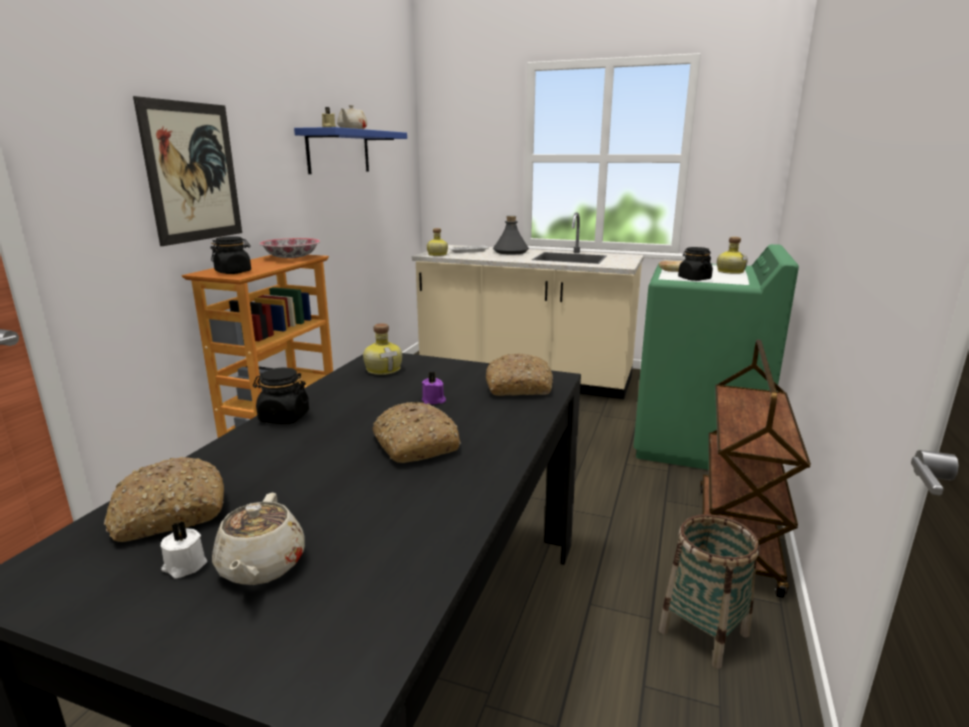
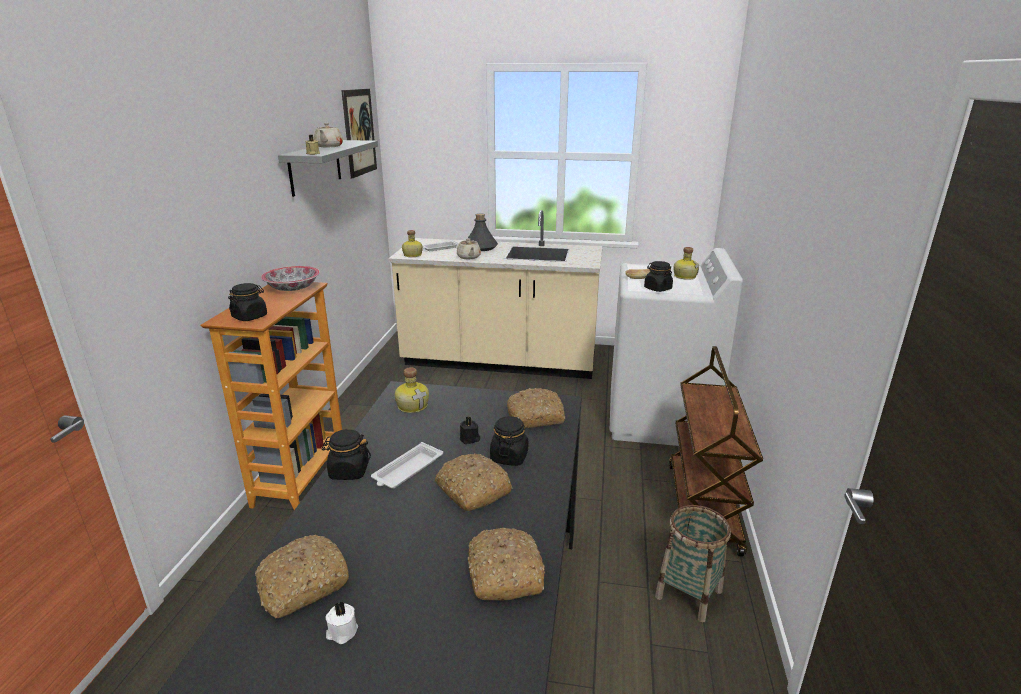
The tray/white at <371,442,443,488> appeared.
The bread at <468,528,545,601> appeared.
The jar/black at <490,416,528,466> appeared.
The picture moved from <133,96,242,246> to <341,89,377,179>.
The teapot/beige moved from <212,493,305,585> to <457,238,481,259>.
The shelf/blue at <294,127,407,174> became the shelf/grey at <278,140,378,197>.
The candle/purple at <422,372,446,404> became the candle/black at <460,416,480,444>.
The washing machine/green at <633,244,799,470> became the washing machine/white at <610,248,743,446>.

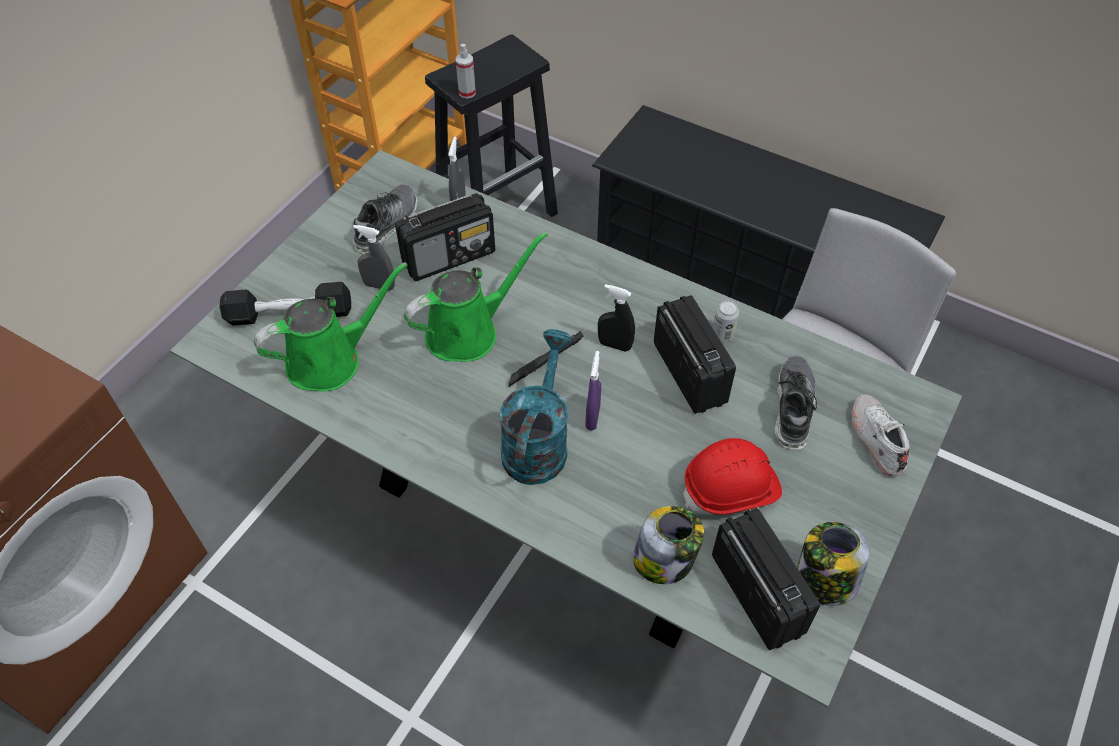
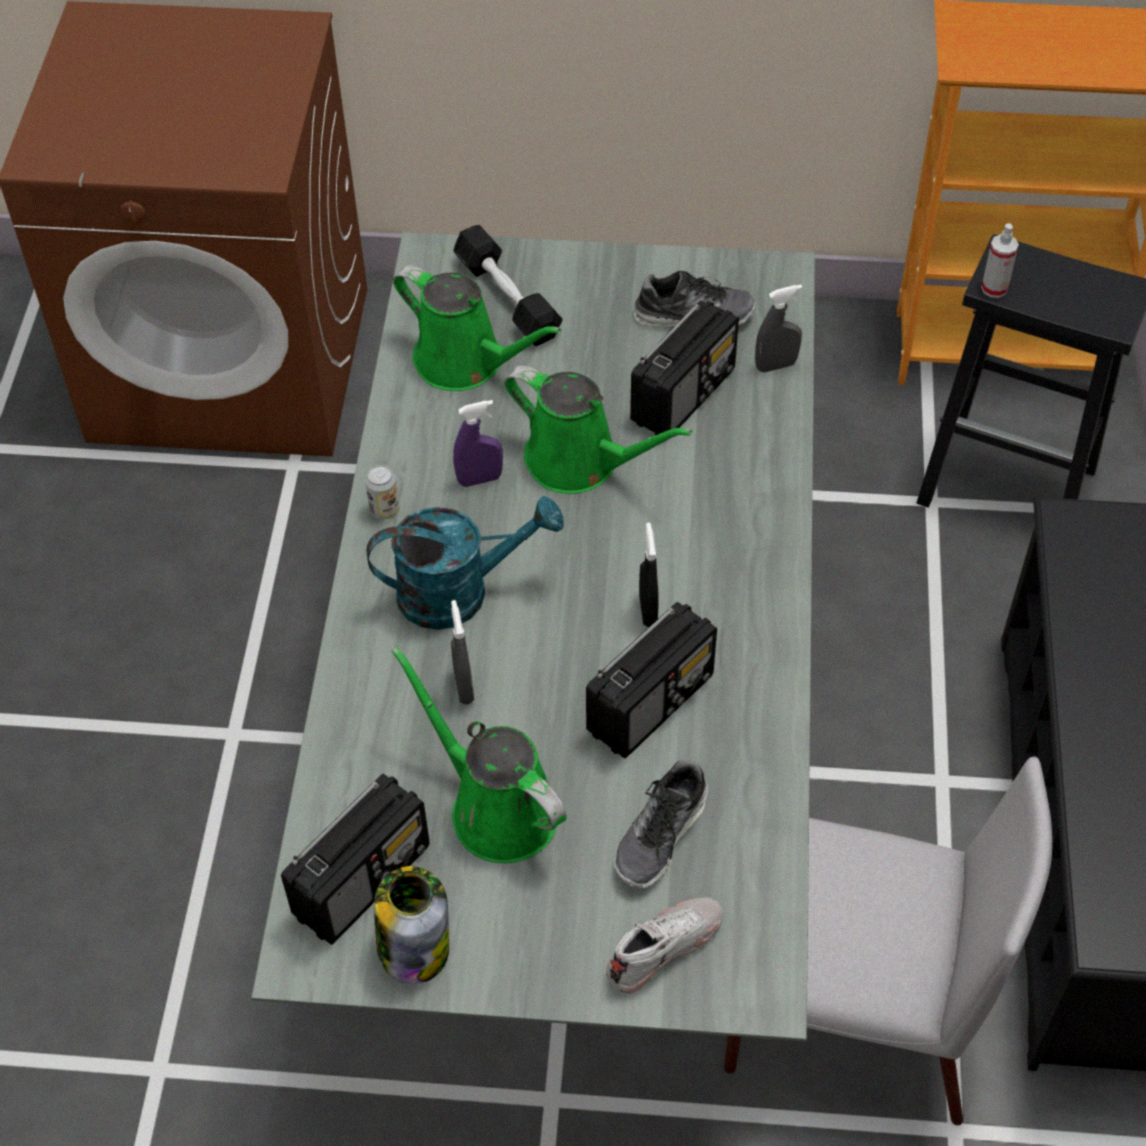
The flashlight/black at <509,331,584,387> disappeared.
The jar at <633,506,704,584> disappeared.
The spray bottle/grey moved from <353,225,395,291> to <451,600,474,704>.
The spray bottle/purple moved from <585,351,601,430> to <453,400,503,487>.
The can moved from <713,300,739,341> to <365,465,399,519>.
The hard hat/red at <684,438,782,515> was replaced by the watering can/green at <391,646,567,863>.
The radio at <395,193,495,281> turned 90 degrees counterclockwise.
The shoe at <775,356,817,450> turned 135 degrees clockwise.

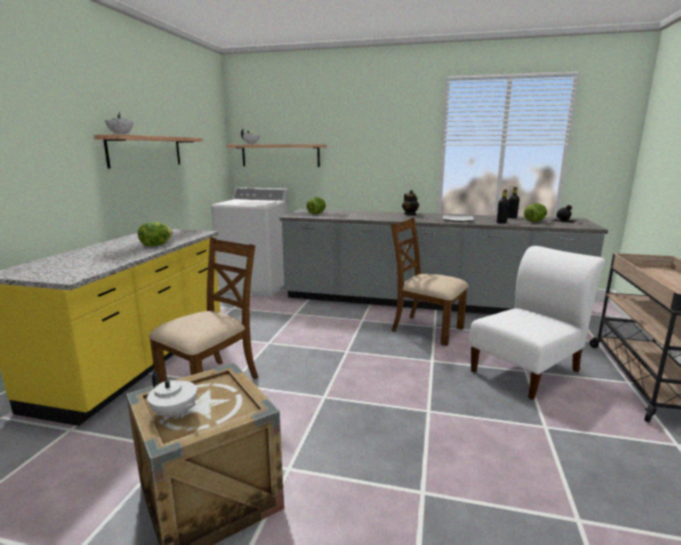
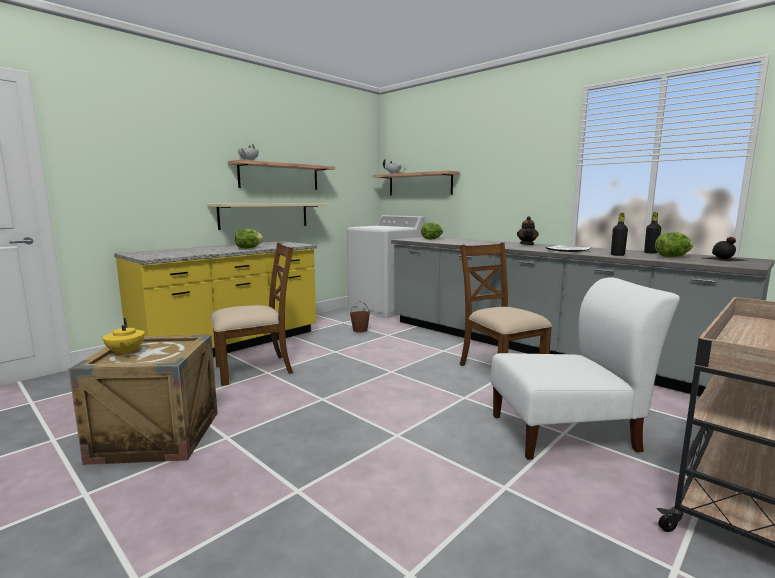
The shelf/beige at <207,203,328,230> appeared.
The bucket/brown at <350,301,370,333> appeared.
The teapot/white at <147,371,197,420> became the teapot/yellow at <103,318,145,356>.

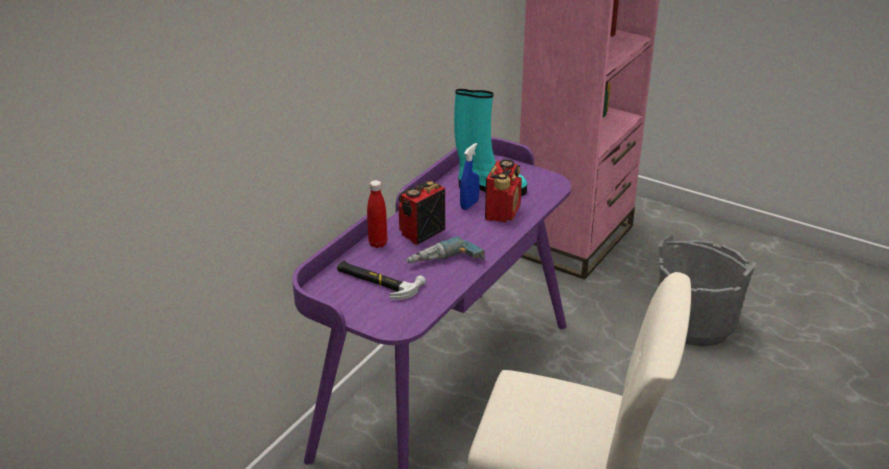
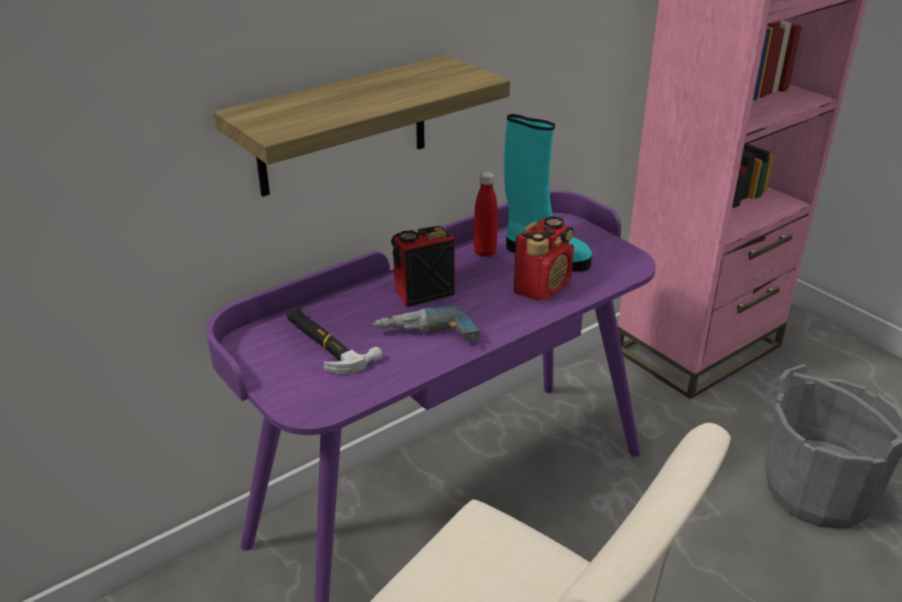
The spray bottle/blue at <460,143,480,210> disappeared.
The shelf at <214,55,510,197> appeared.
The bottle/red moved from <367,180,387,248> to <474,172,498,257>.

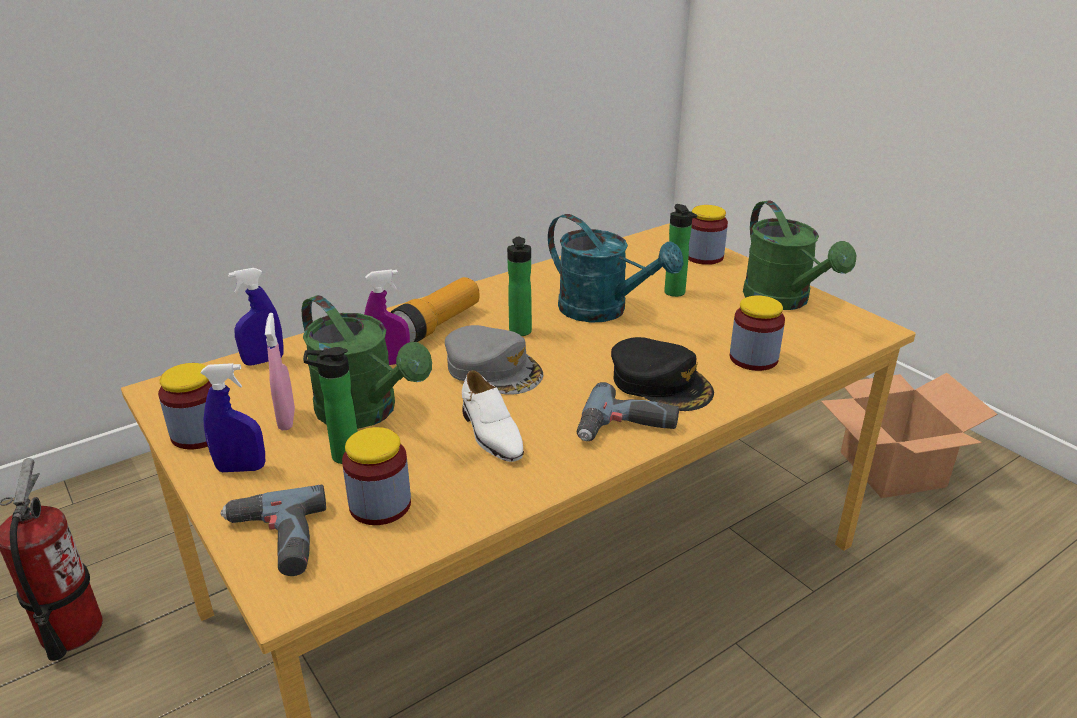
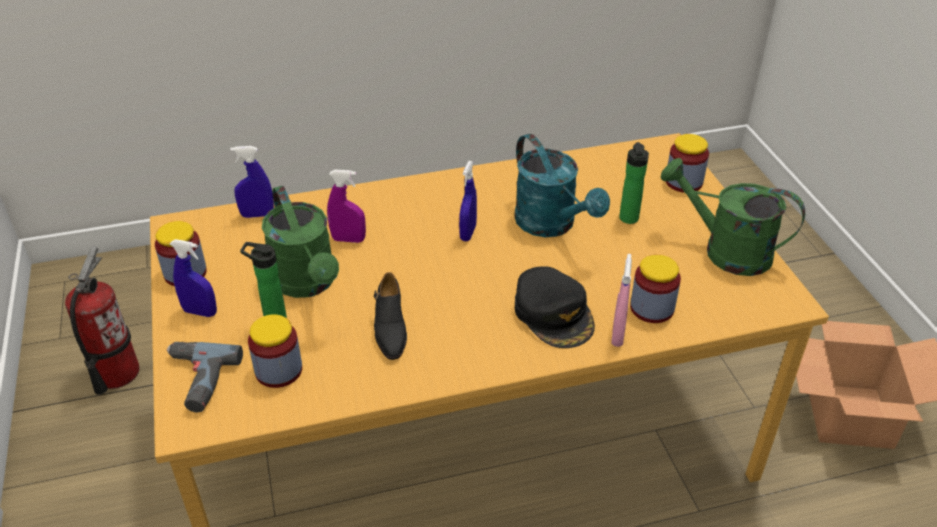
The flashlight at <391,277,479,342> disappeared.
The cap/grey at <445,325,543,395> disappeared.
The power drill at <577,382,679,441> disappeared.
The spray bottle/pink moved from <265,313,295,430> to <611,254,632,347>.
The bottle at <507,236,532,336> was replaced by the spray bottle/blue at <459,161,477,241>.
The shoe/white at <462,370,524,462> became the shoe/black at <374,272,407,360>.
The watering can/green at <743,200,857,310> turned 120 degrees clockwise.

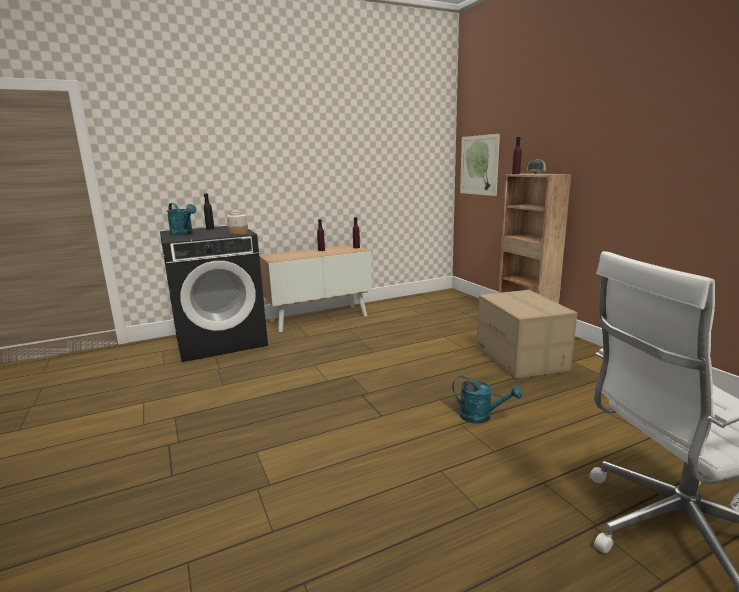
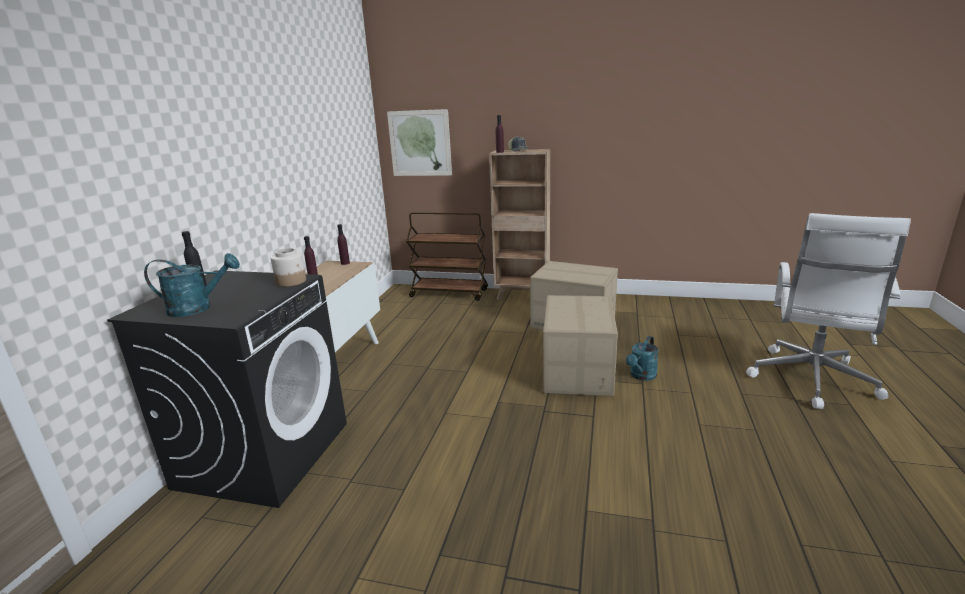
The cart/brown at <406,212,488,301> appeared.
The cardboard box at <543,295,618,396> appeared.
The watering can/turquoise at <452,376,522,424> turned 150 degrees clockwise.

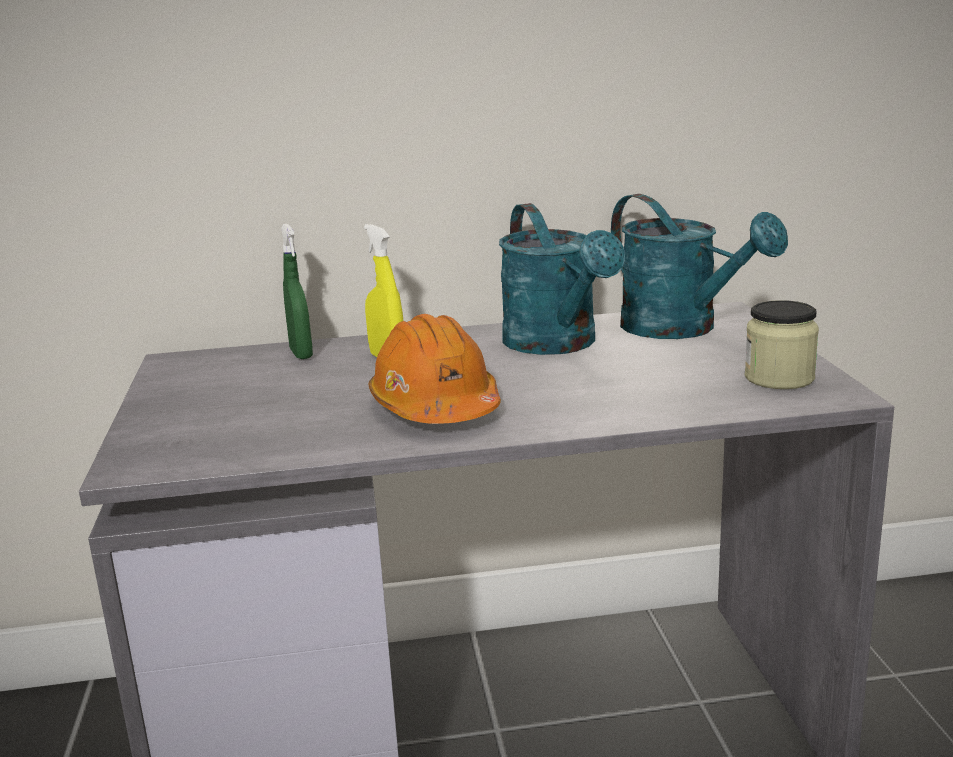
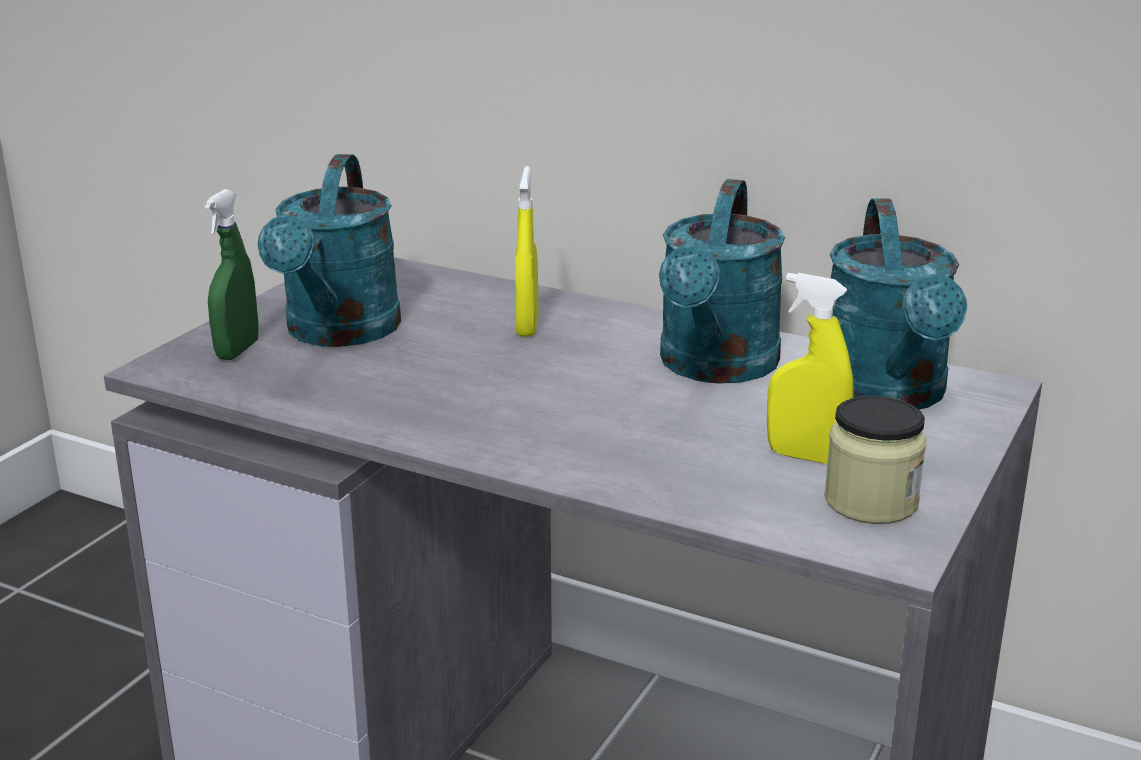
The hard hat/orange at <368,314,501,424> disappeared.
The watering can/turquoise at <258,154,401,347> appeared.
The spray bottle/yellow at <767,273,854,464> appeared.
The spray bottle/green moved from <281,224,313,359> to <204,189,259,360>.

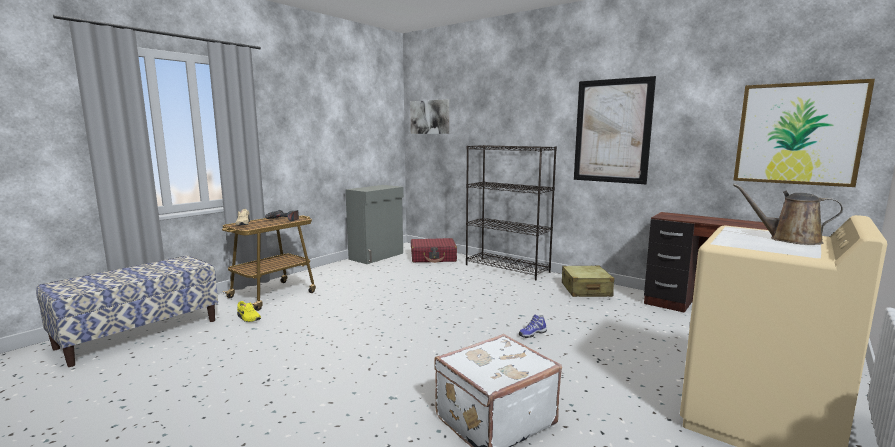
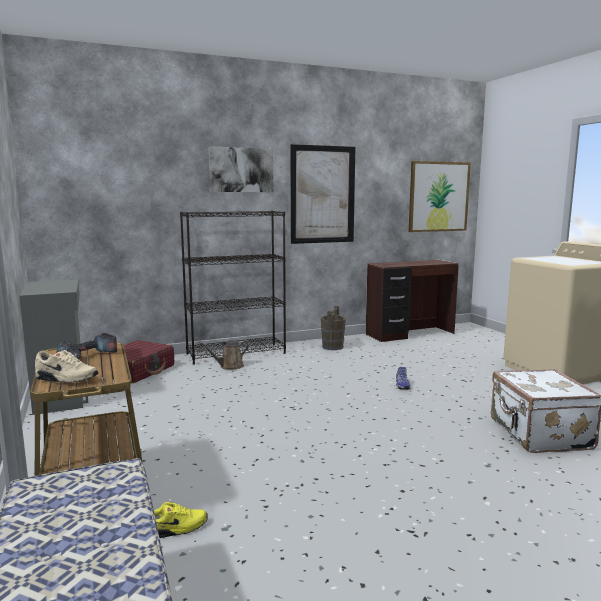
The picture moved from <410,99,449,134> to <209,146,273,192>.
The watering can/brown moved from <733,184,843,245> to <199,340,248,369>.
The suitcase/beige at <562,265,614,297> was replaced by the bucket/brown at <321,306,346,350>.

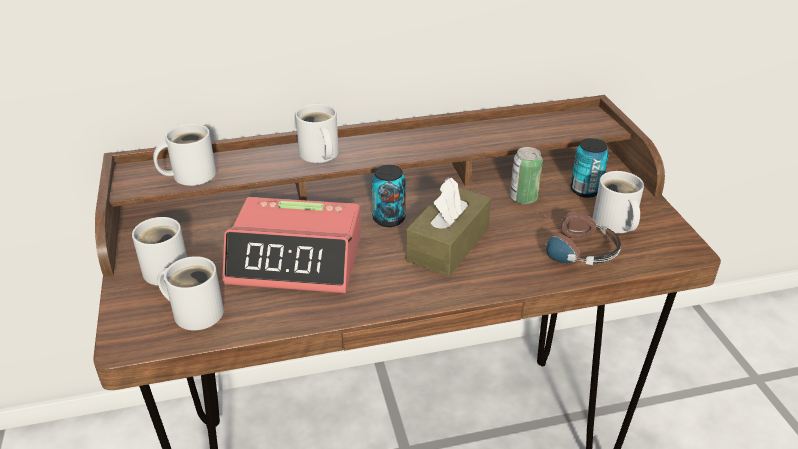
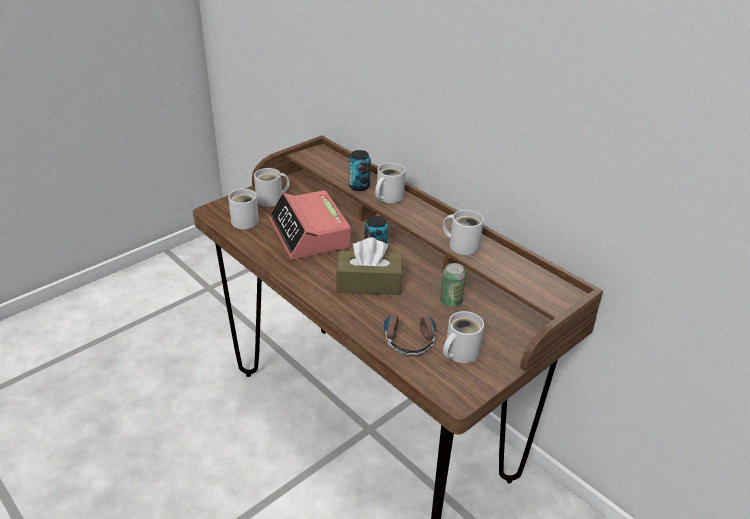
The mug/white moved from <153,123,216,186> to <443,210,484,255>.
The can moved from <570,138,609,198> to <349,150,371,191>.

